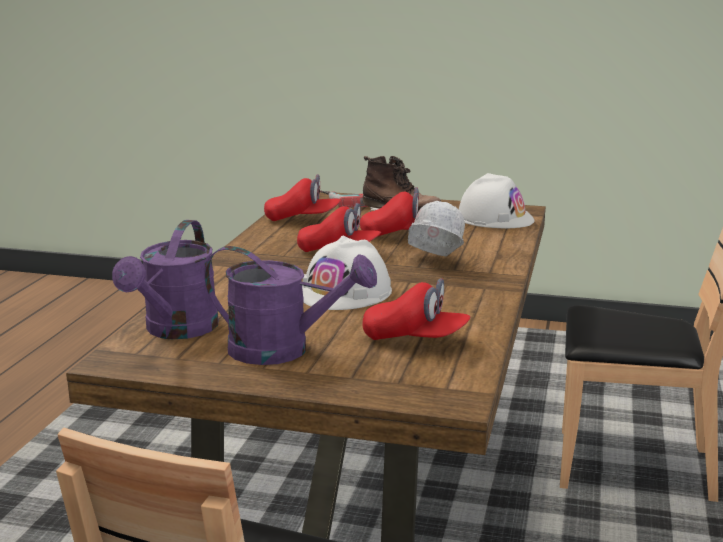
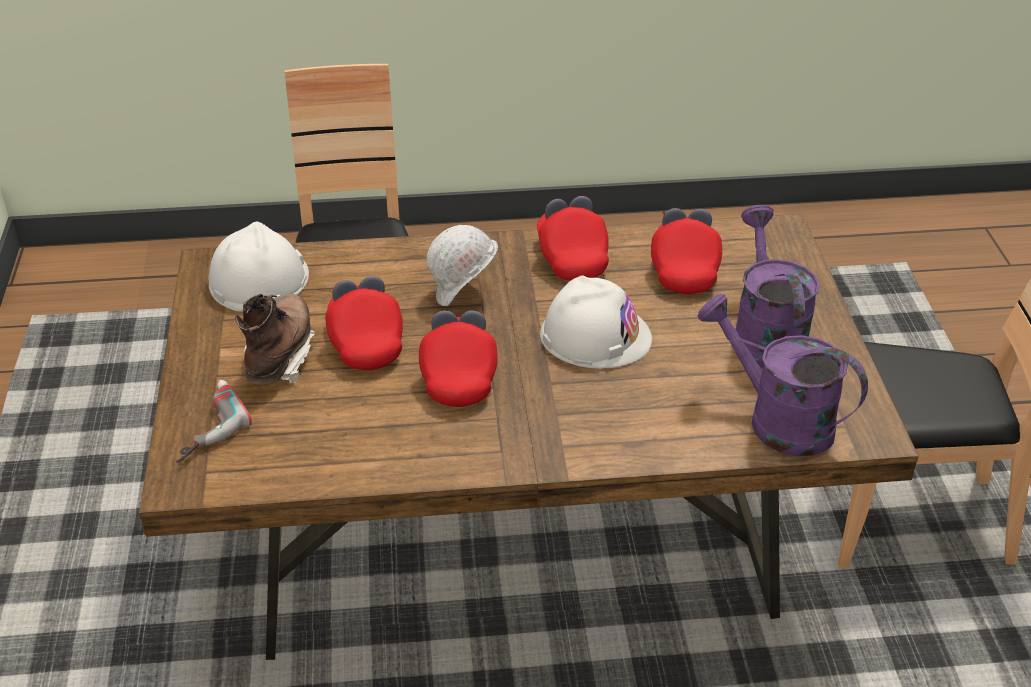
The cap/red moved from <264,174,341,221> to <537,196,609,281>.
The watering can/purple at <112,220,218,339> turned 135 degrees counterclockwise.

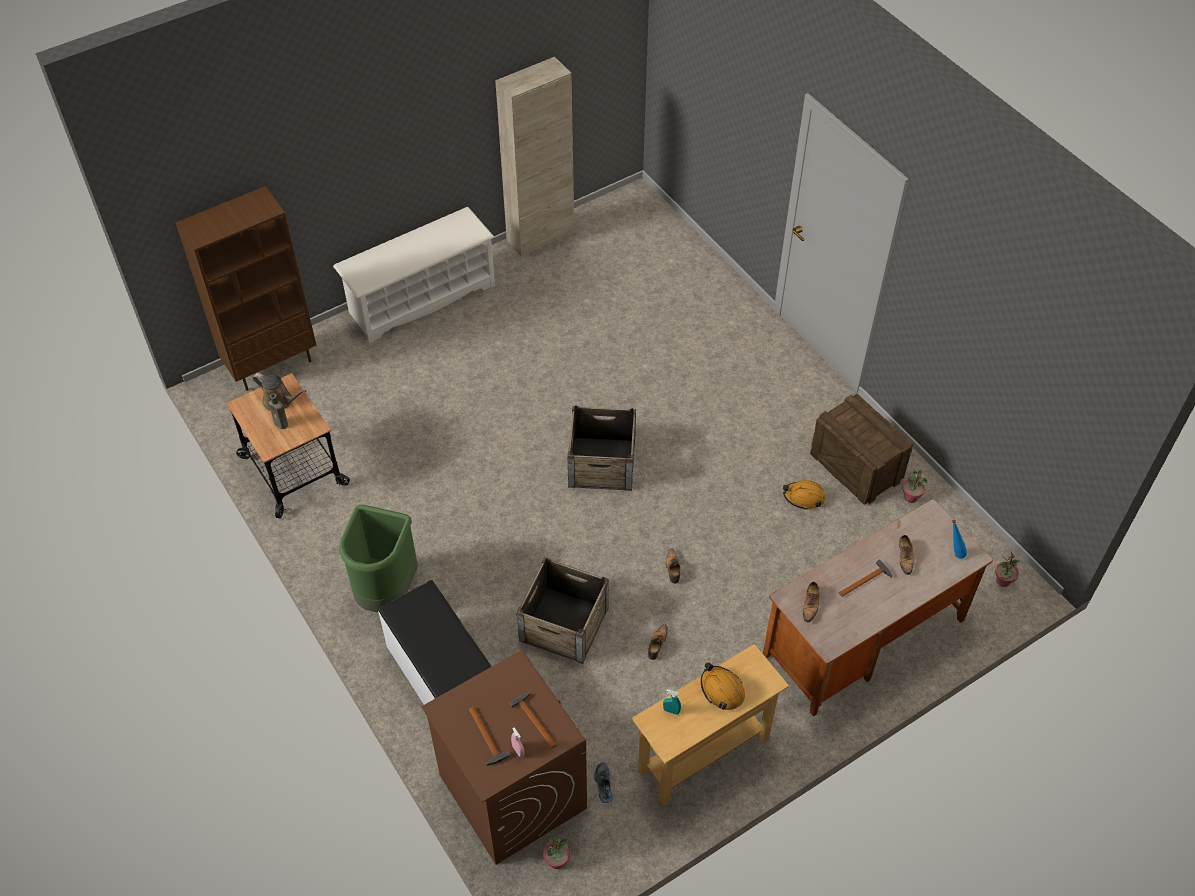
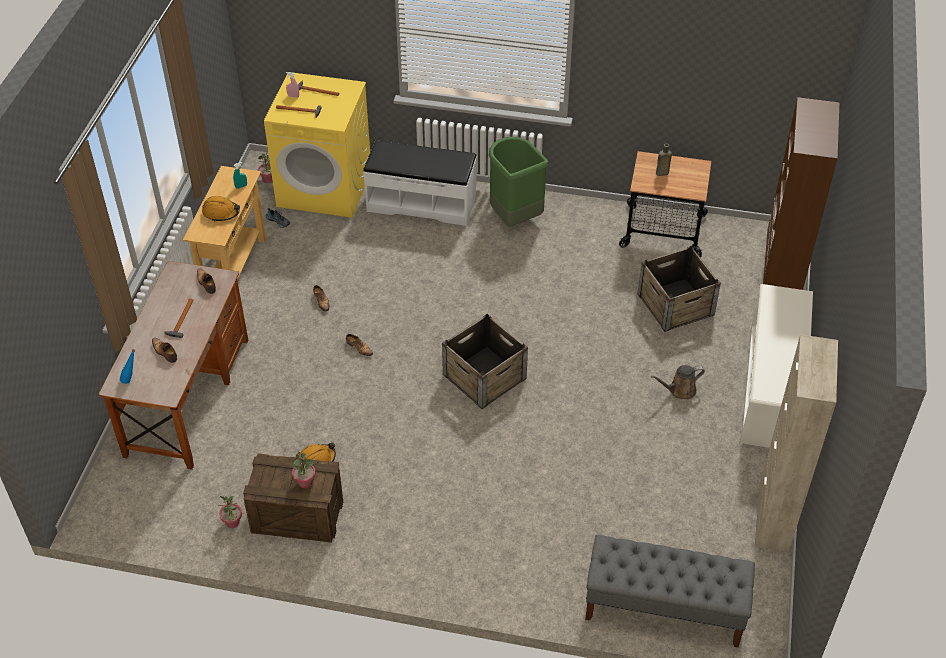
The bench/grey at <585,535,755,648> appeared.
The watering can/brown moved from <253,373,307,411> to <651,365,705,399>.
The crate moved from <517,557,609,664> to <638,246,721,332>.
The potted plant moved from <995,551,1020,587> to <292,453,315,488>.
The washing machine/brown at <421,650,587,865> became the washing machine/yellow at <264,72,370,218>.

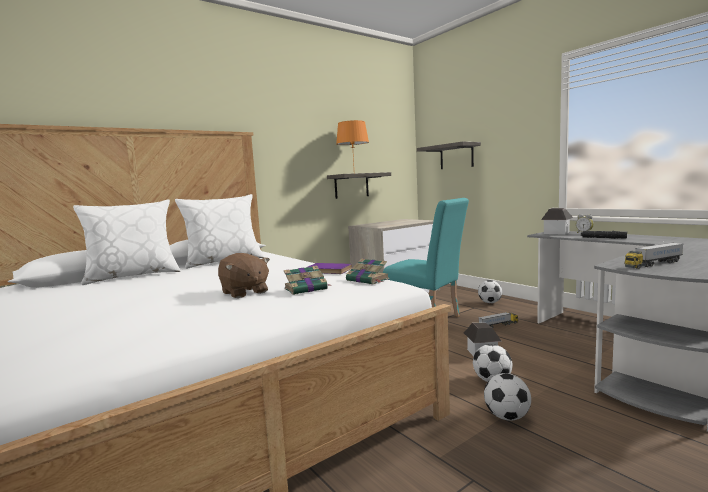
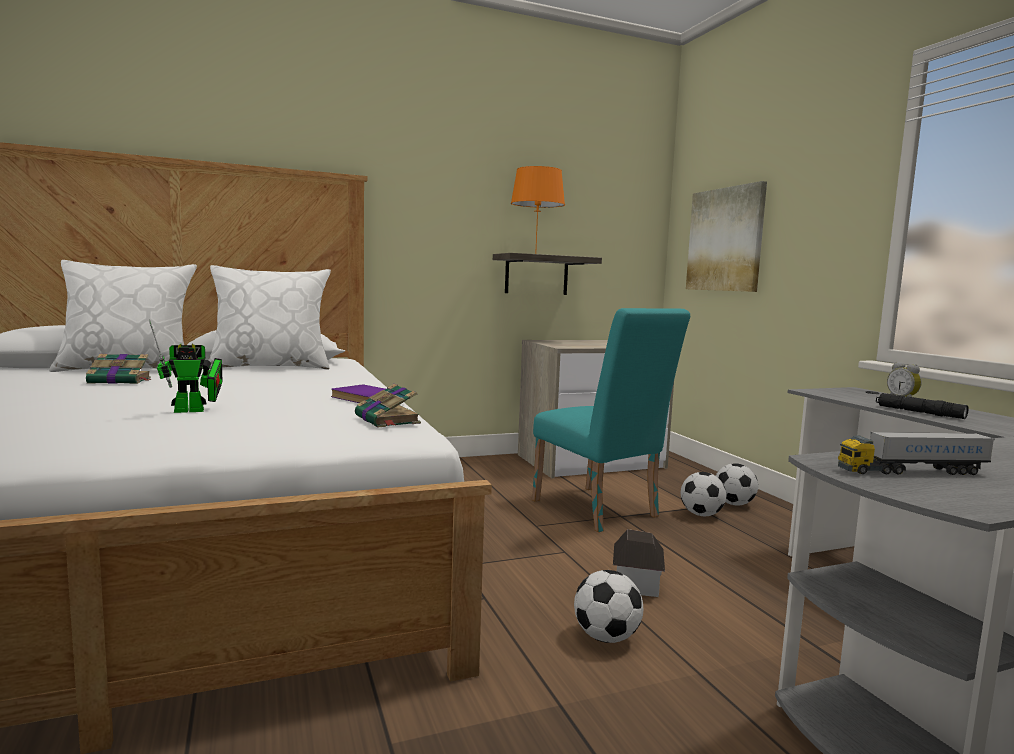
The toy truck at <478,312,518,328> disappeared.
The toy house at <541,208,573,235> disappeared.
The book moved from <284,266,331,295> to <86,354,151,384>.
The football moved from <484,373,531,421> to <681,472,726,516>.
The plush toy/brown at <218,253,270,298> was replaced by the toy robot at <149,319,222,413>.
The shelf at <417,142,481,169> was replaced by the picture at <686,181,767,292>.

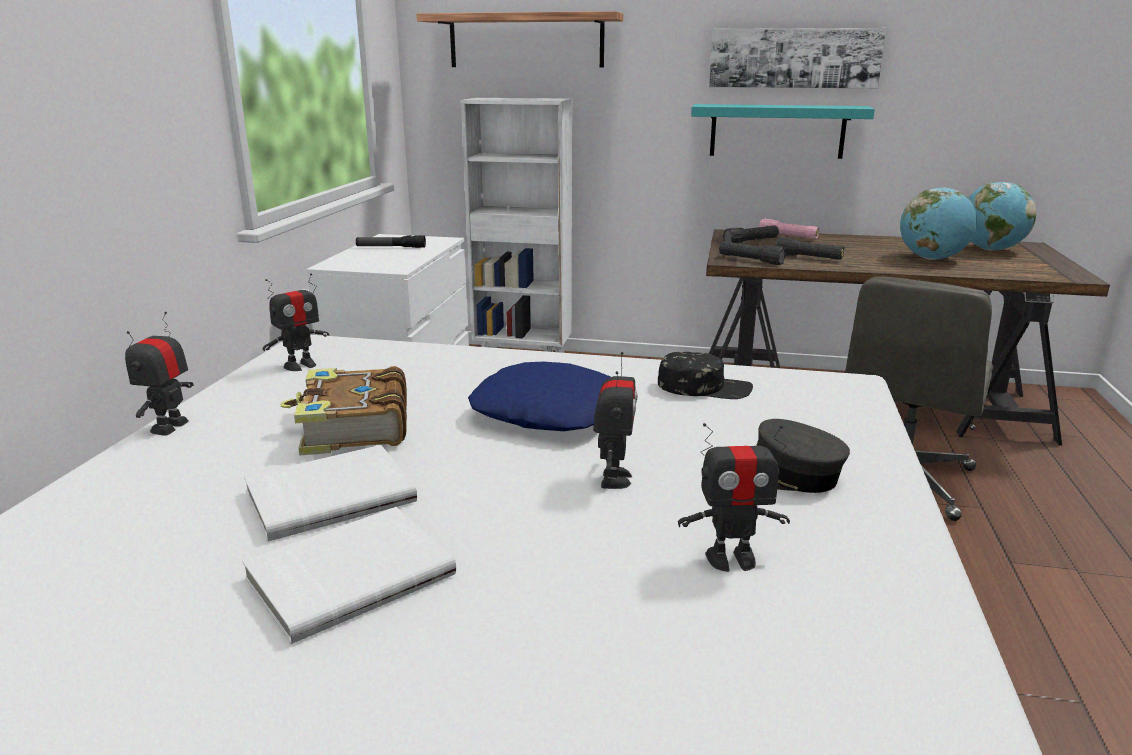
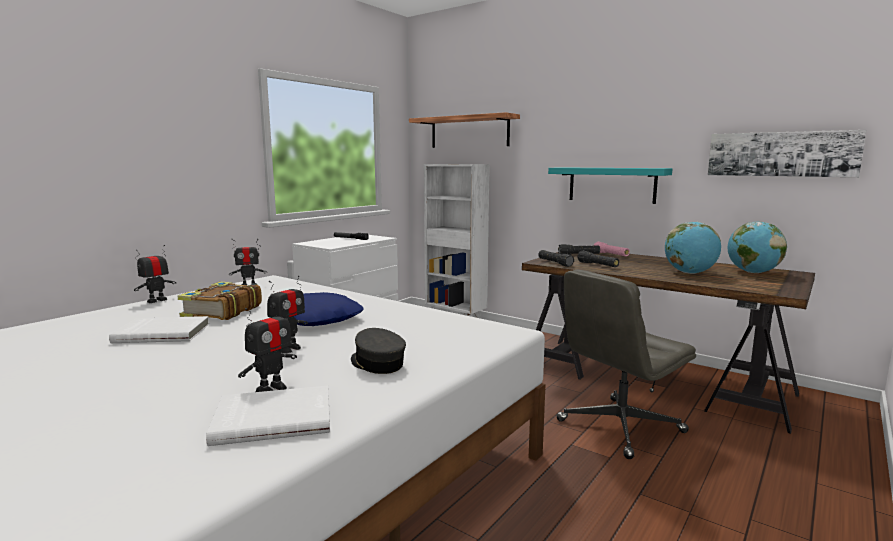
The cap/black at <658,352,753,399> disappeared.
The book/white moved from <242,507,456,644> to <206,386,330,446>.
The picture moved from <709,28,886,88> to <708,130,866,177>.
The toy robot at <678,423,790,572> turned 75 degrees counterclockwise.

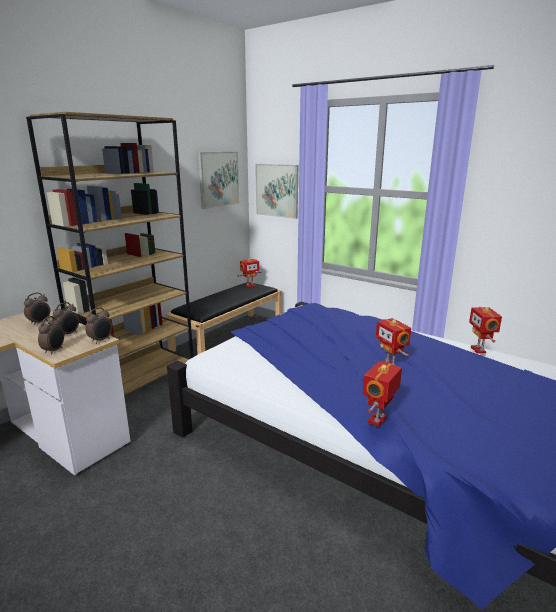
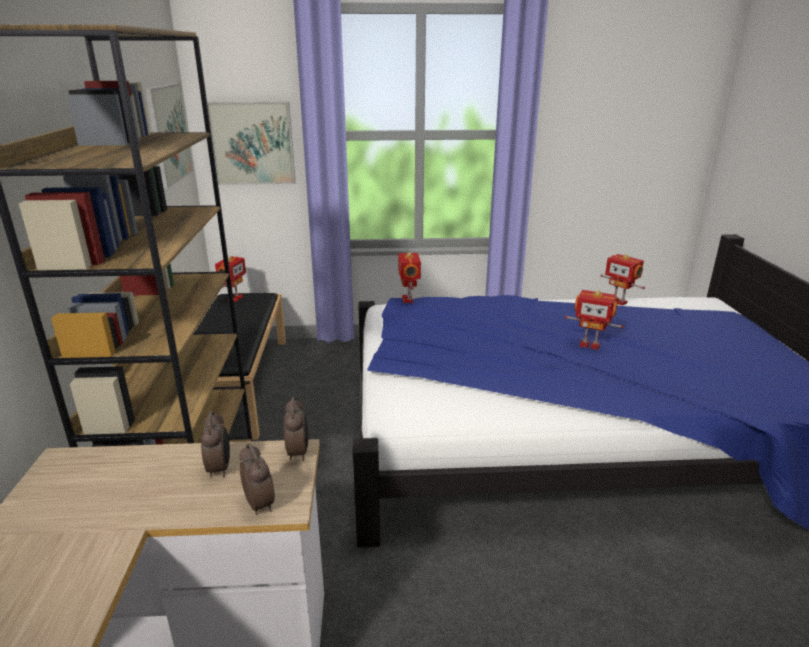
The alarm clock at <24,293,50,325> disappeared.
The toy robot moved from <363,361,402,427> to <398,252,421,303>.

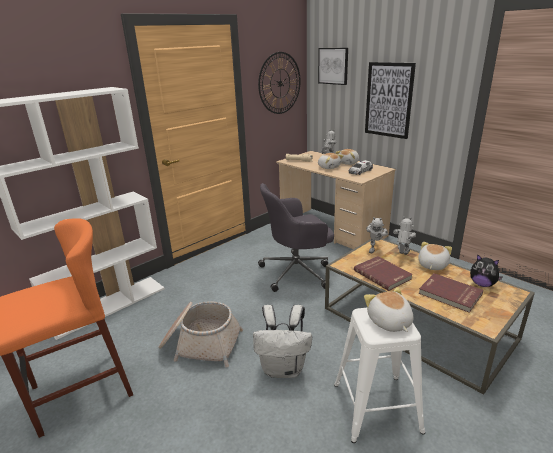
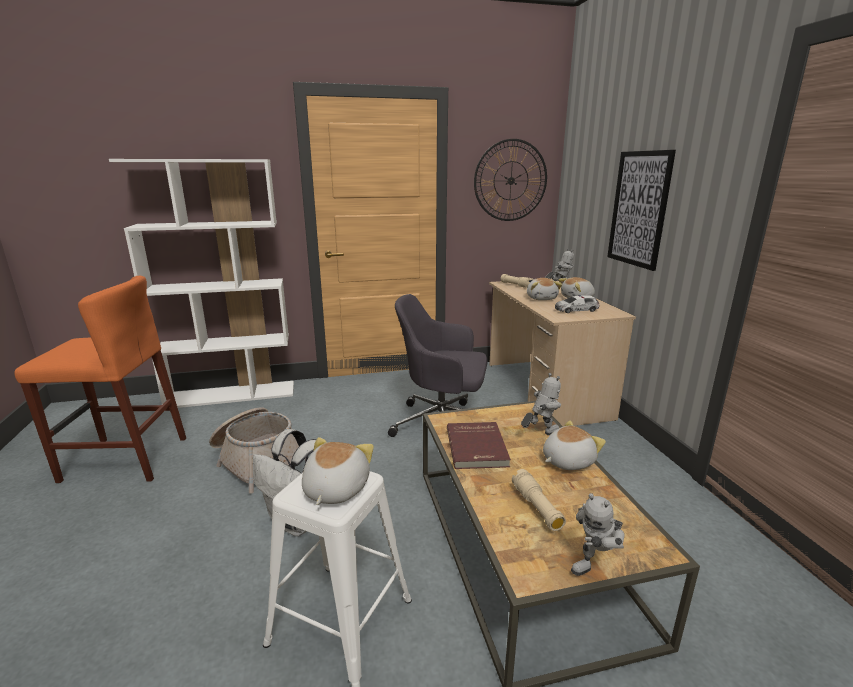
The picture at <318,48,348,85> disappeared.
The plush toy at <470,254,503,287> disappeared.
The toy robot moved from <366,217,388,253> to <571,493,625,576>.
The book/red at <419,273,483,313> was replaced by the flashlight/beige at <512,469,566,531>.

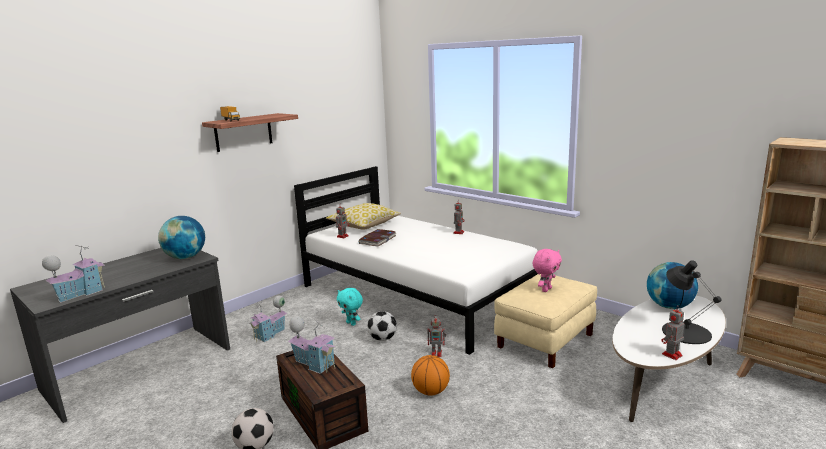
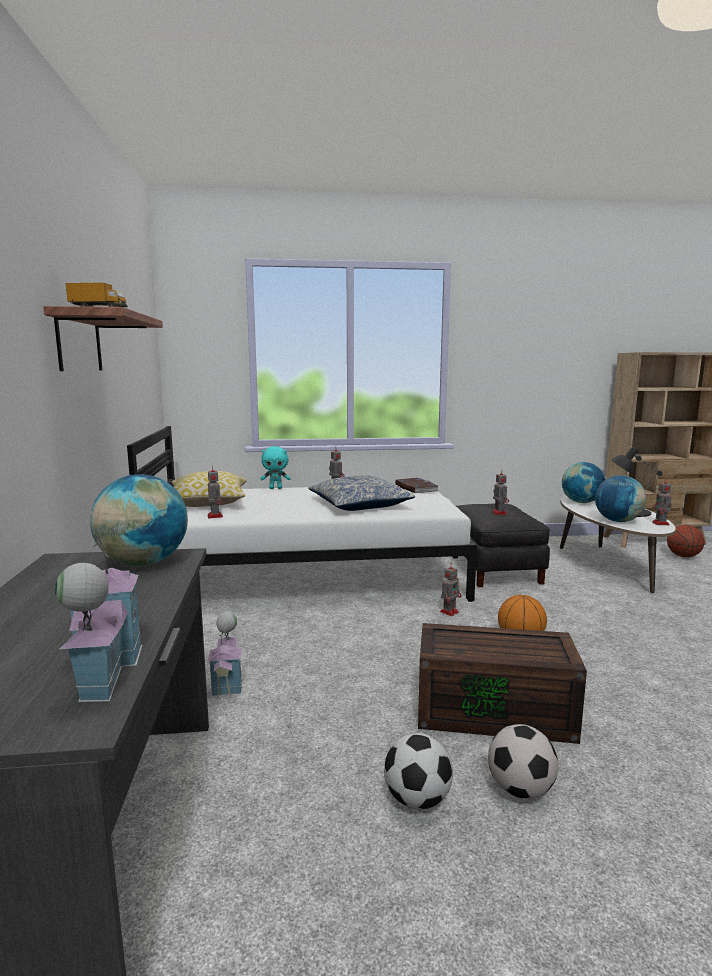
The toy house at <288,316,336,374> disappeared.
The pillow at <308,475,415,511> appeared.
The globe at <595,475,646,522> appeared.
The basketball at <667,525,704,557> appeared.
The plush toy/turquoise moved from <337,288,363,326> to <260,446,291,489>.
The book moved from <359,229,396,246> to <395,478,440,493>.
The football moved from <367,311,397,341> to <384,733,453,810>.
The plush toy/pink at <532,249,562,292> was replaced by the toy robot at <492,469,509,515>.
The ottoman/beige at <494,274,597,368> became the ottoman/black at <452,503,550,587>.

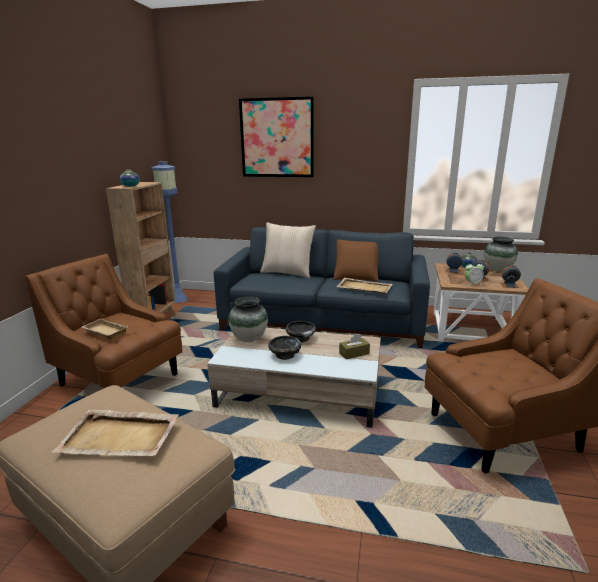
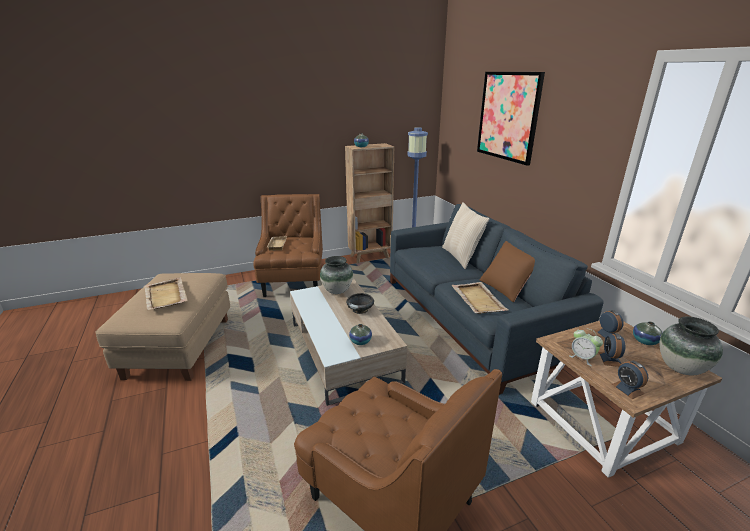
The bowl/black at <268,336,301,360> disappeared.
The tissue box/brown at <339,333,370,359> was replaced by the vase at <349,324,372,345>.

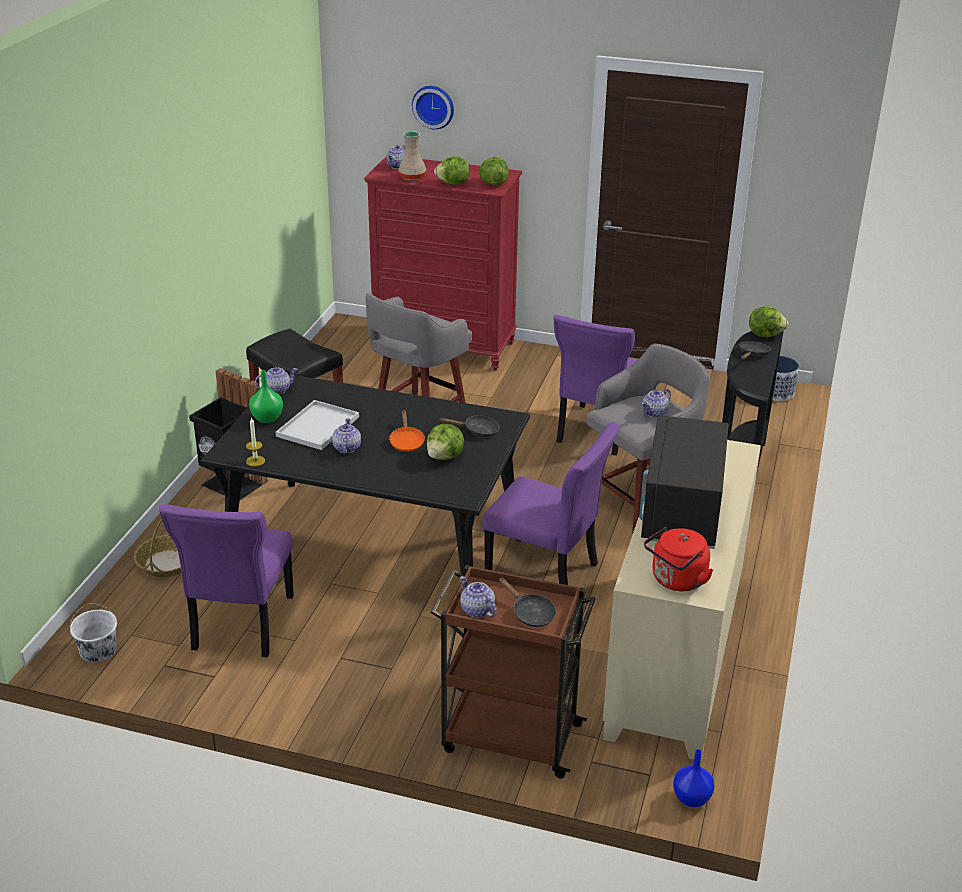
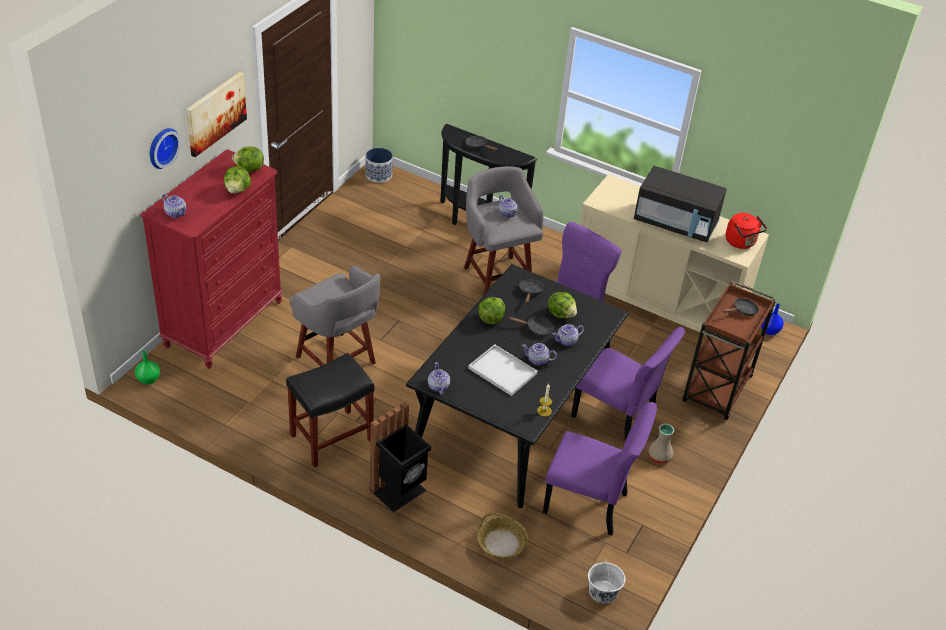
The picture at <186,72,247,157> appeared.
The vase/green moved from <249,370,283,423> to <135,351,160,385>.
The vase/beige moved from <399,131,426,181> to <648,424,674,464>.
The teapot moved from <460,576,497,618> to <553,324,584,346>.
The chair/purple moved from <553,315,638,456> to <571,327,685,441>.
The lettuce moved from <749,306,788,337> to <479,297,505,324>.
The frying pan/orange at <389,410,425,452> became the frying pan/black at <509,316,553,336>.

